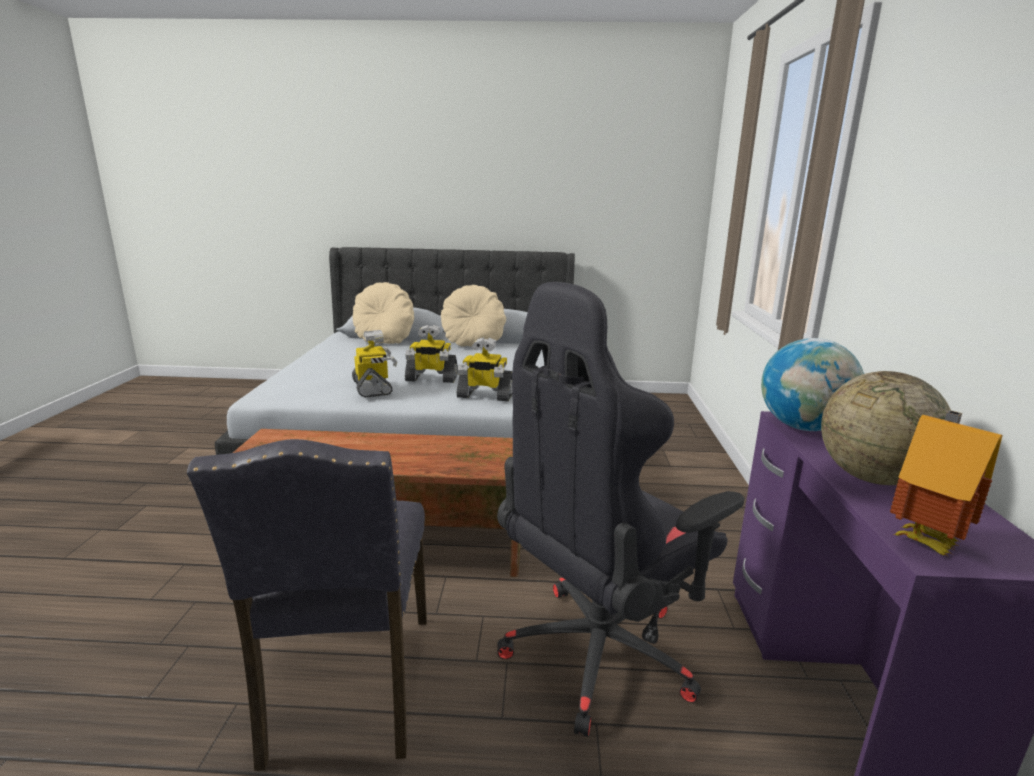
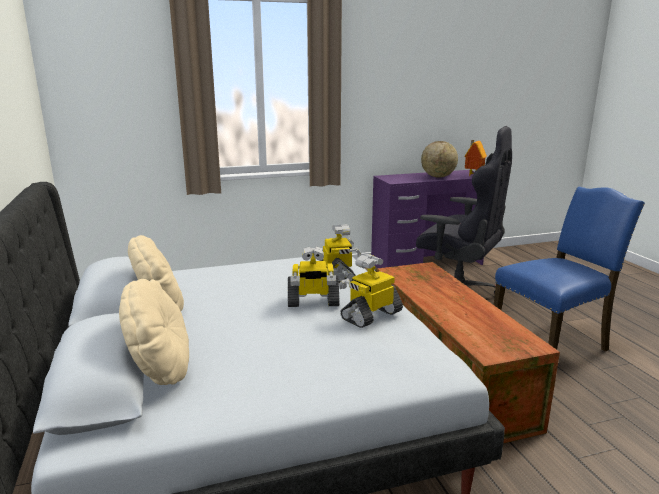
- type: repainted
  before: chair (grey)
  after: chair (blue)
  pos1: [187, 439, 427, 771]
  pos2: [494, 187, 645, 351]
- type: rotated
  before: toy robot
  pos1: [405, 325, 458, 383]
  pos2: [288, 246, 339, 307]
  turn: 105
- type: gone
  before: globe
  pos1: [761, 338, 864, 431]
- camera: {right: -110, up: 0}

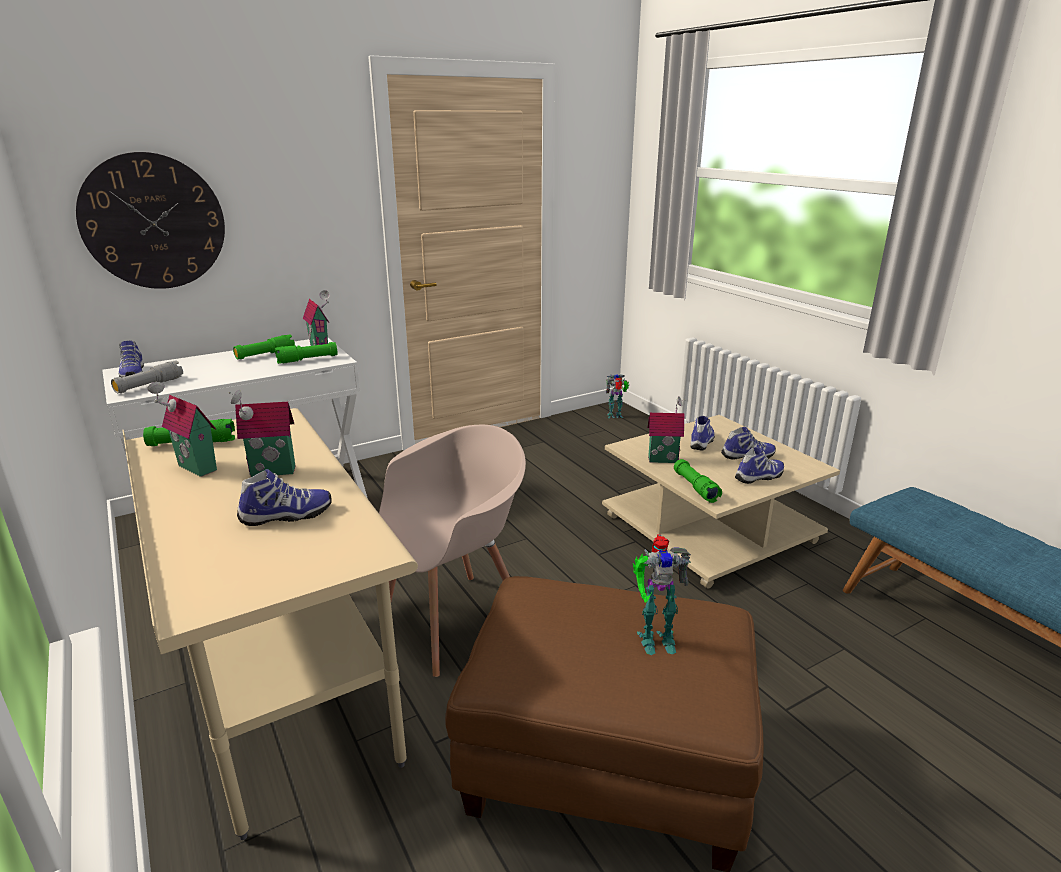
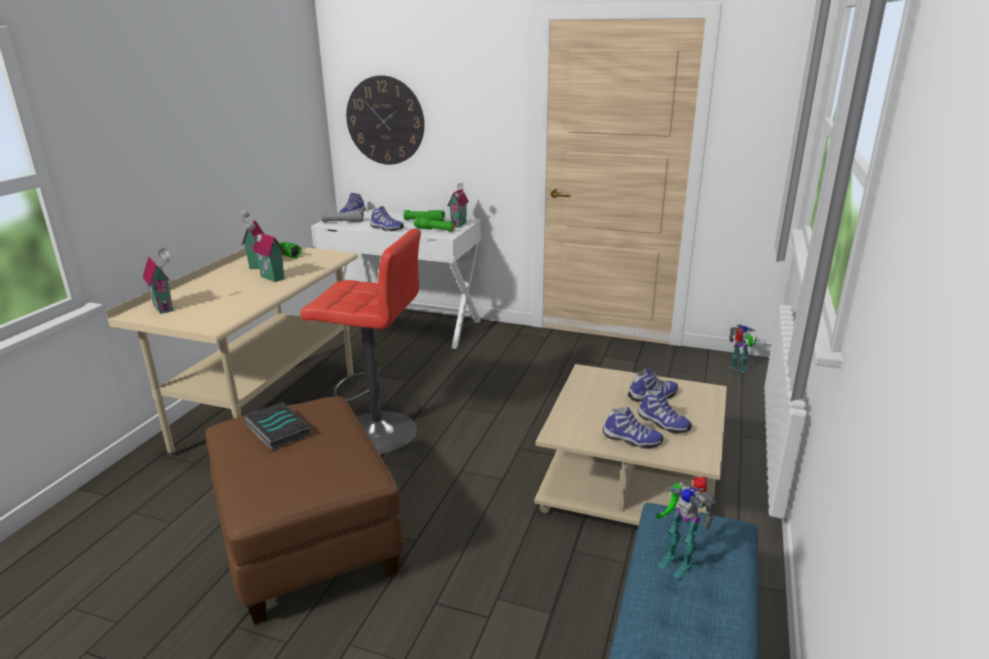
- type: shifted
  before: shoe
  pos1: [237, 469, 332, 526]
  pos2: [370, 206, 404, 231]
- type: swapped
  before: chair (beige)
  after: stool (red)
  pos1: [379, 425, 526, 677]
  pos2: [300, 229, 421, 454]
- type: shifted
  before: toy robot
  pos1: [633, 534, 691, 655]
  pos2: [656, 476, 717, 579]
- type: shifted
  before: toy house
  pos1: [647, 396, 685, 463]
  pos2: [142, 248, 173, 314]
- type: gone
  before: flashlight (green)
  pos1: [674, 459, 722, 503]
- type: new
  after: book
  pos2: [244, 402, 310, 450]
- camera: {right: 50, up: 0}

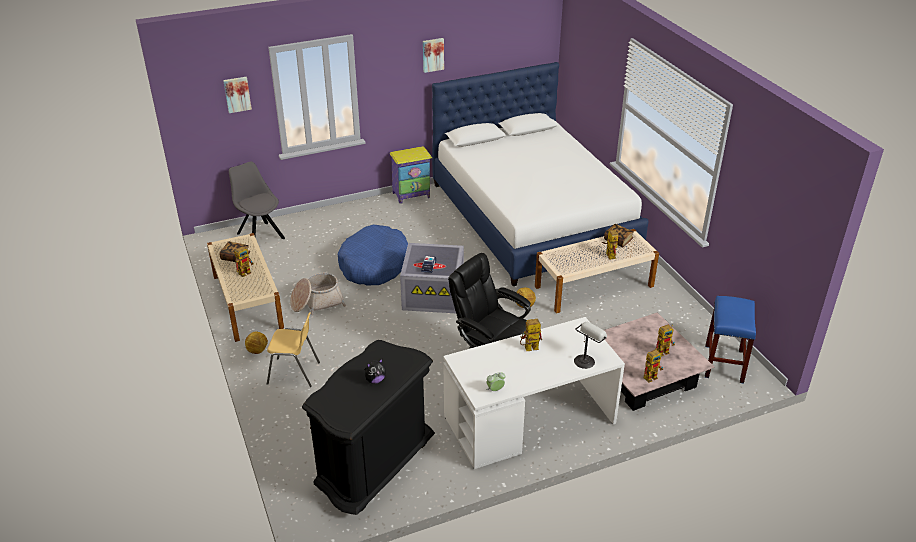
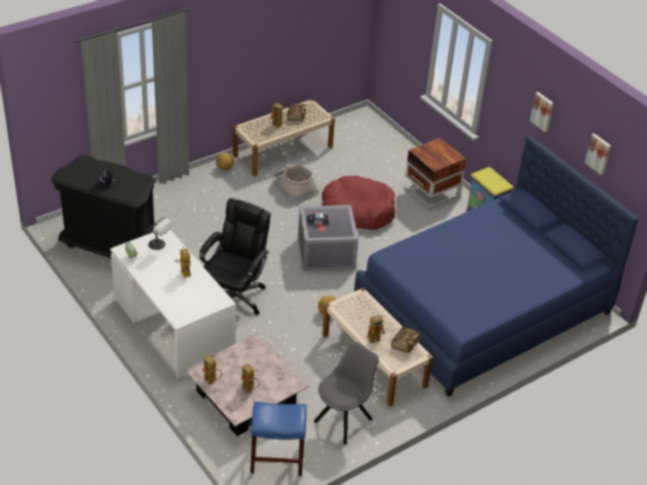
- type: shifted
  before: picture
  pos1: [223, 77, 252, 113]
  pos2: [585, 134, 611, 175]
- type: shifted
  before: chair (grey)
  pos1: [229, 161, 285, 239]
  pos2: [314, 342, 379, 444]
- type: gone
  before: chair (yellow)
  pos1: [267, 312, 320, 387]
- type: repainted
  before: dog bed (blue)
  after: dog bed (red)
  pos1: [338, 224, 408, 286]
  pos2: [322, 175, 395, 229]
- type: repainted
  before: bed (white)
  after: bed (blue)
  pos1: [432, 62, 649, 286]
  pos2: [354, 136, 639, 397]
- type: shifted
  before: table lamp
  pos1: [574, 322, 607, 369]
  pos2: [148, 217, 173, 250]
- type: new
  after: nightstand
  pos2: [404, 138, 466, 211]
- camera: {right: 75, up: 5}

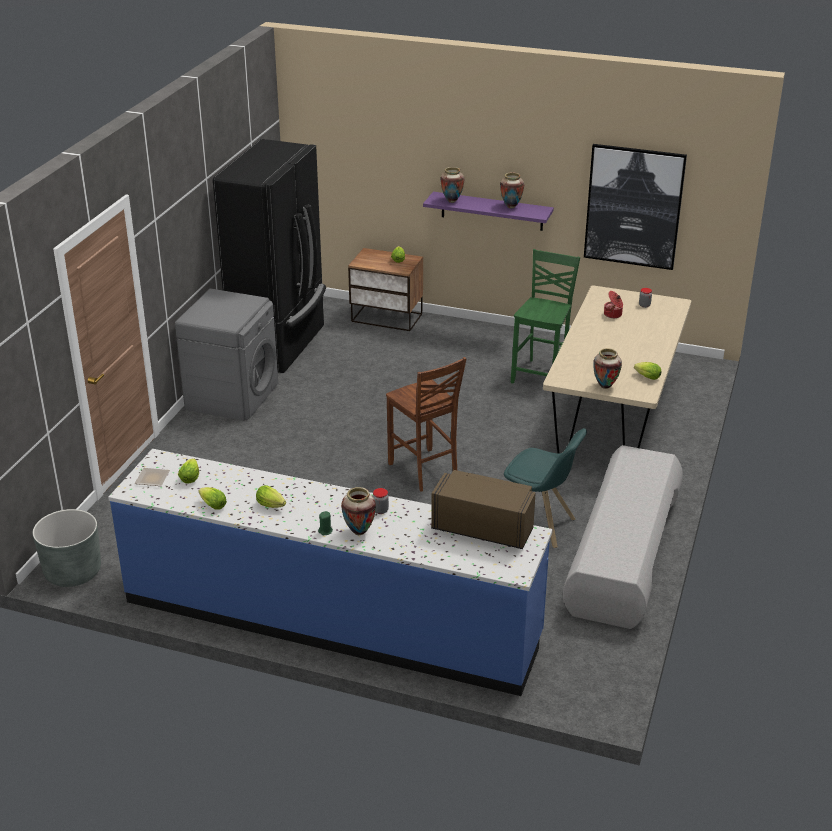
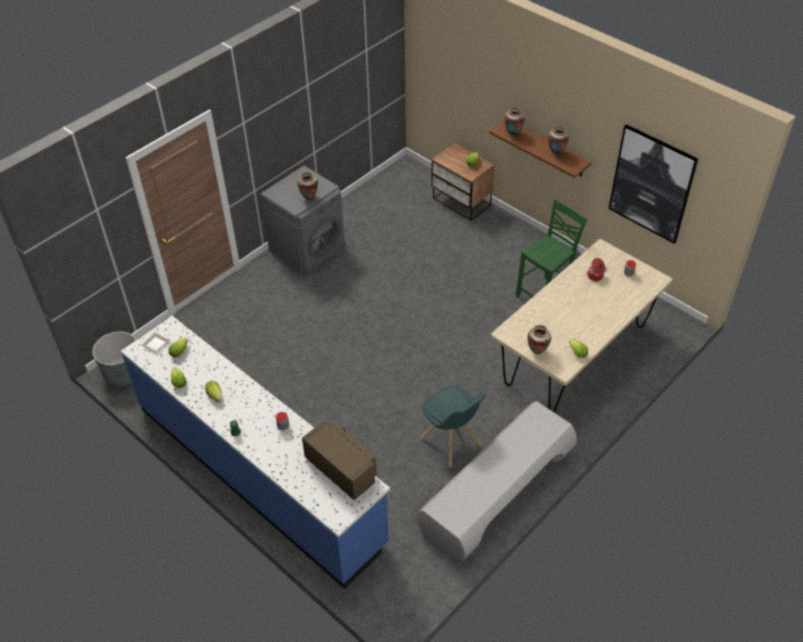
- type: gone
  before: fridge (black)
  pos1: [213, 139, 326, 373]
- type: shifted
  before: vase
  pos1: [341, 487, 376, 535]
  pos2: [297, 172, 318, 200]
- type: gone
  before: chair (brown)
  pos1: [386, 357, 467, 492]
- type: repainted
  before: shelf (purple)
  after: shelf (brown)
  pos1: [423, 192, 554, 231]
  pos2: [489, 120, 591, 178]
- camera: {right: 25, up: 15}

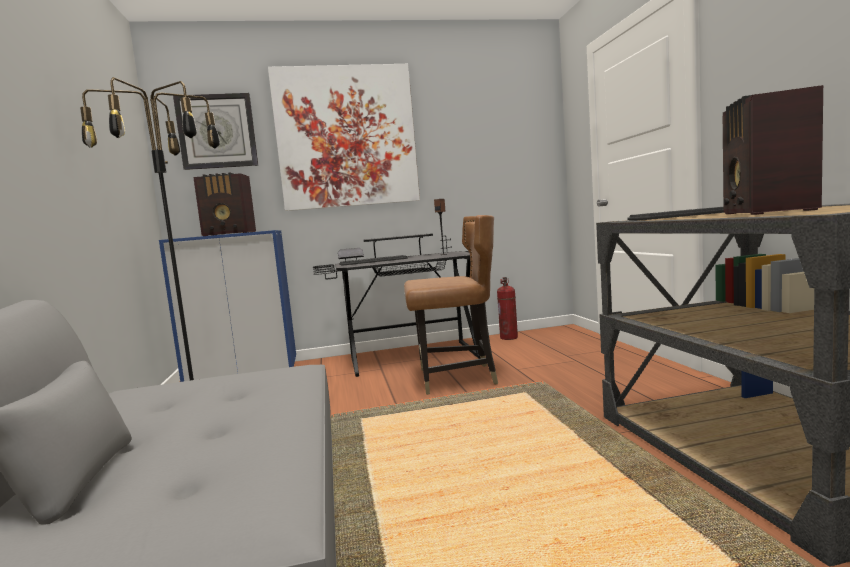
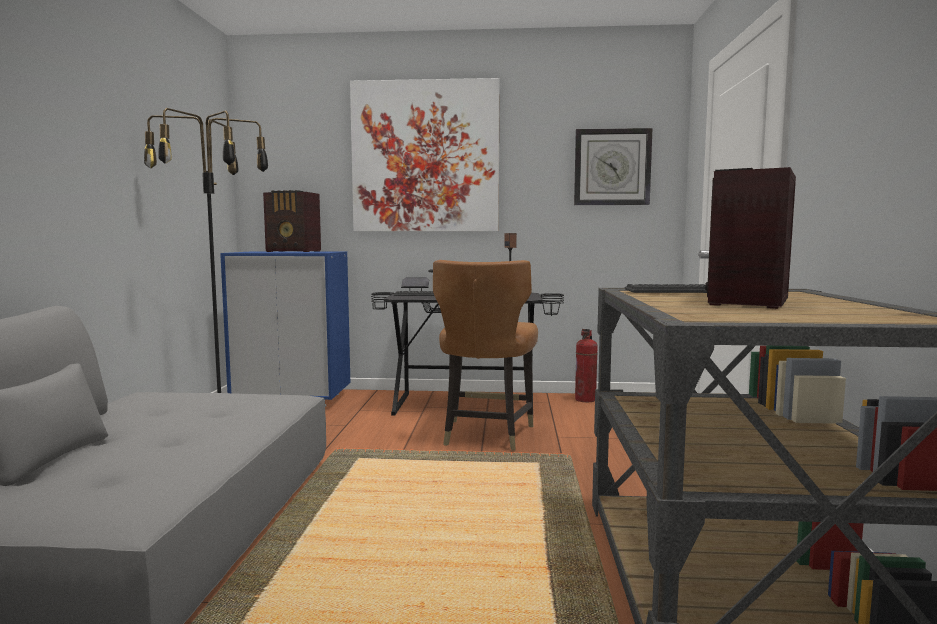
- type: shifted
  before: wall clock
  pos1: [173, 93, 259, 170]
  pos2: [574, 128, 652, 205]
- type: rotated
  before: chair (brown)
  pos1: [404, 215, 498, 395]
  pos2: [433, 260, 538, 451]
  turn: 90
- camera: {right: 15, up: 0}

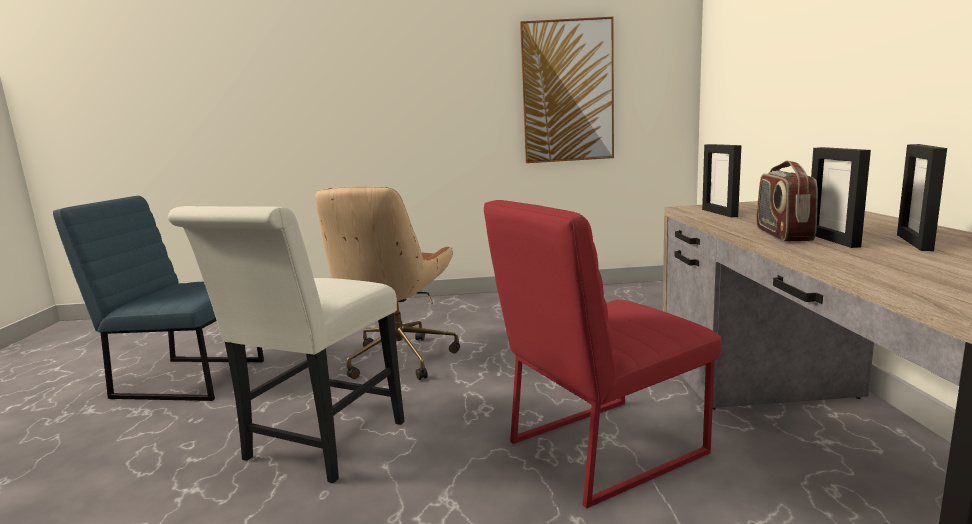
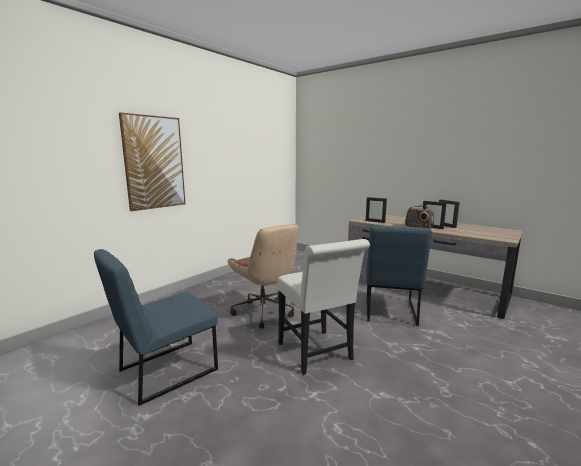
- type: repainted
  before: chair (red)
  after: chair (blue)
  pos1: [484, 200, 722, 508]
  pos2: [366, 226, 432, 326]
- type: shifted
  before: picture
  pos1: [520, 17, 614, 163]
  pos2: [119, 112, 186, 211]
- camera: {right: -50, up: 0}

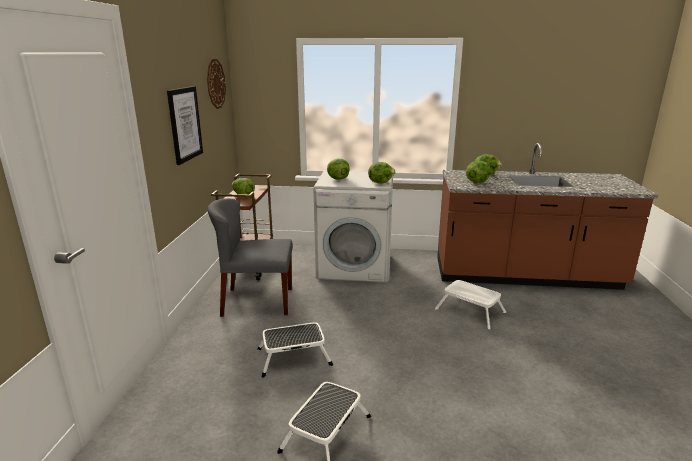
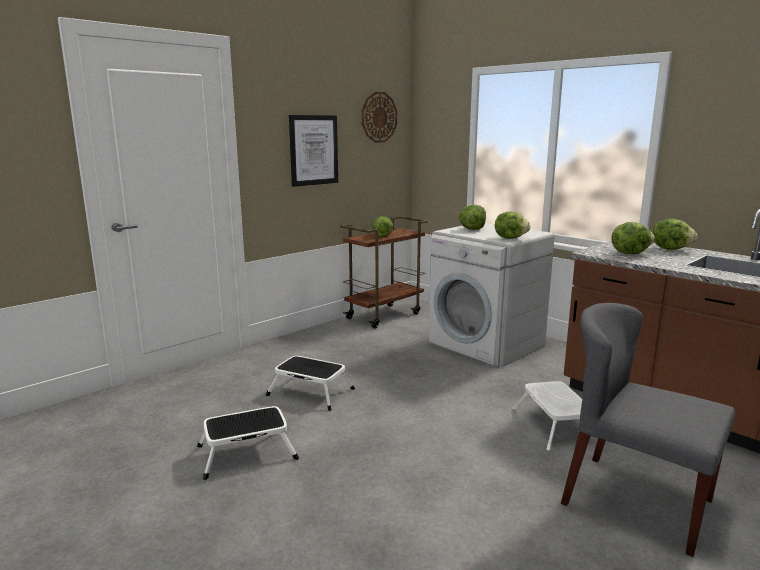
- type: shifted
  before: chair (grey)
  pos1: [208, 198, 293, 317]
  pos2: [561, 303, 735, 557]
- camera: {right: 40, up: -5}

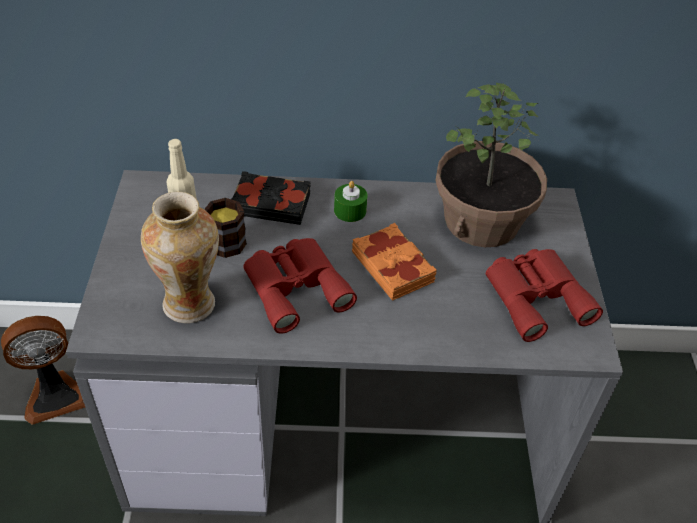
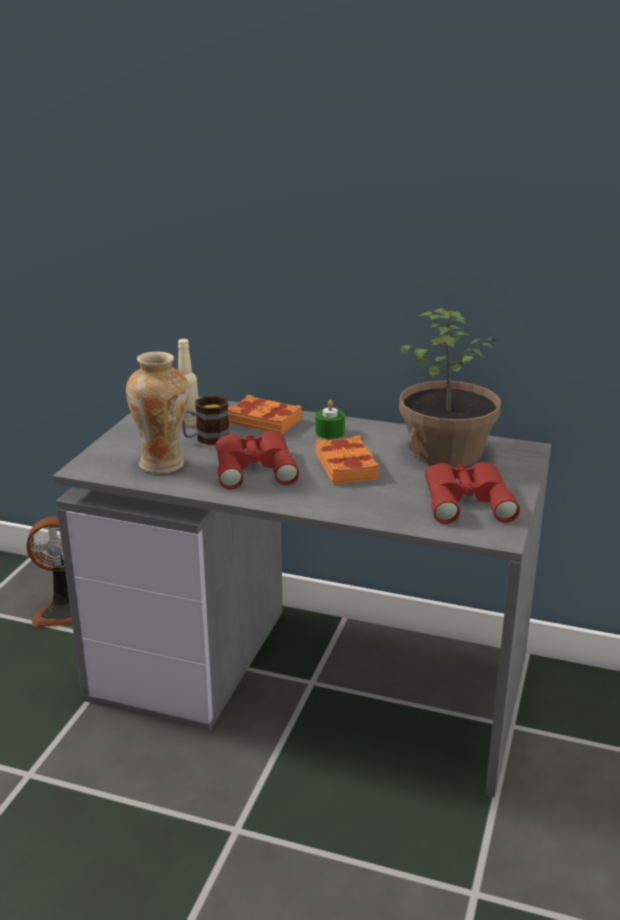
- type: repainted
  before: book (black)
  after: book (orange)
  pos1: [231, 171, 311, 225]
  pos2: [228, 395, 301, 435]
- camera: {right: 20, up: -20}

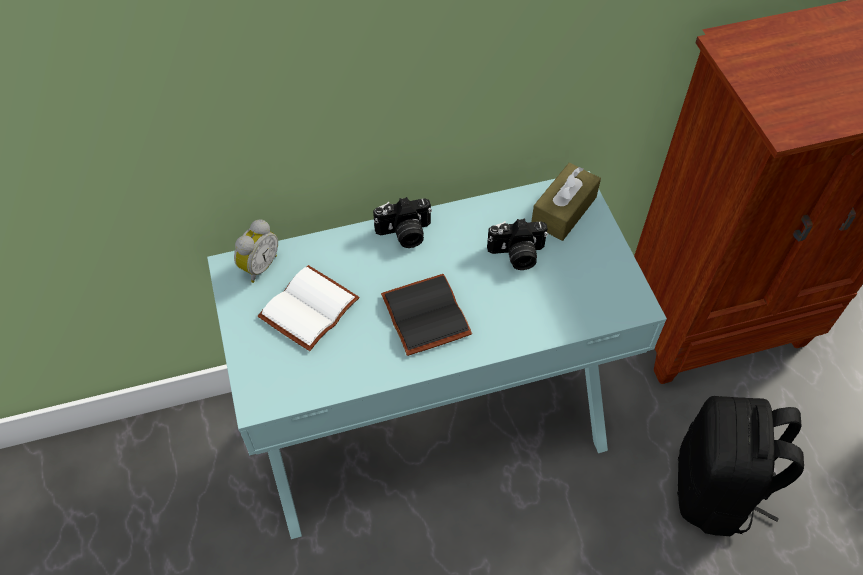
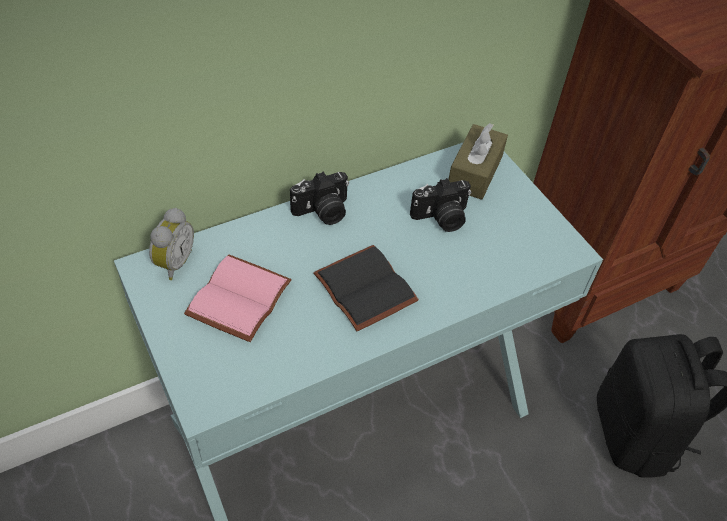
- type: repainted
  before: book (white)
  after: book (pink)
  pos1: [258, 265, 360, 351]
  pos2: [184, 254, 292, 342]
- camera: {right: -15, up: -5}

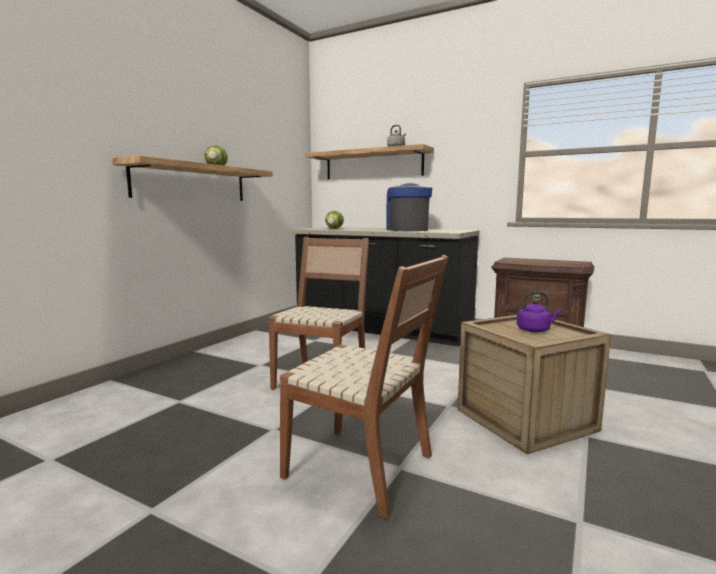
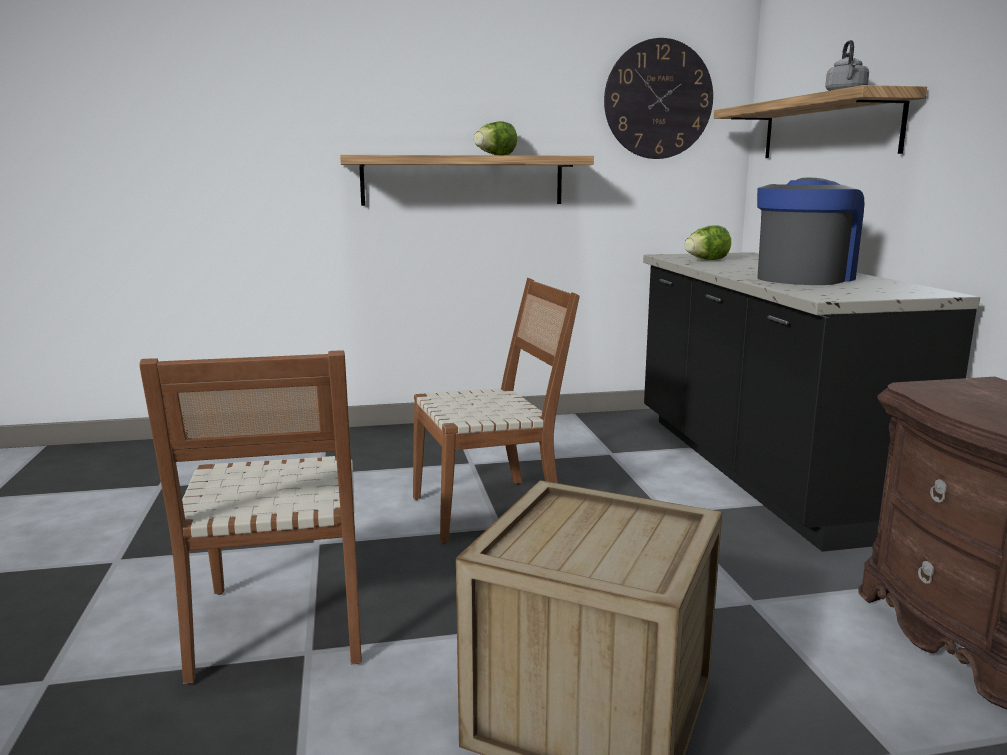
- type: gone
  before: kettle (purple)
  pos1: [517, 292, 561, 332]
- type: new
  after: wall clock
  pos2: [604, 38, 713, 159]
- camera: {right: 50, up: 5}

